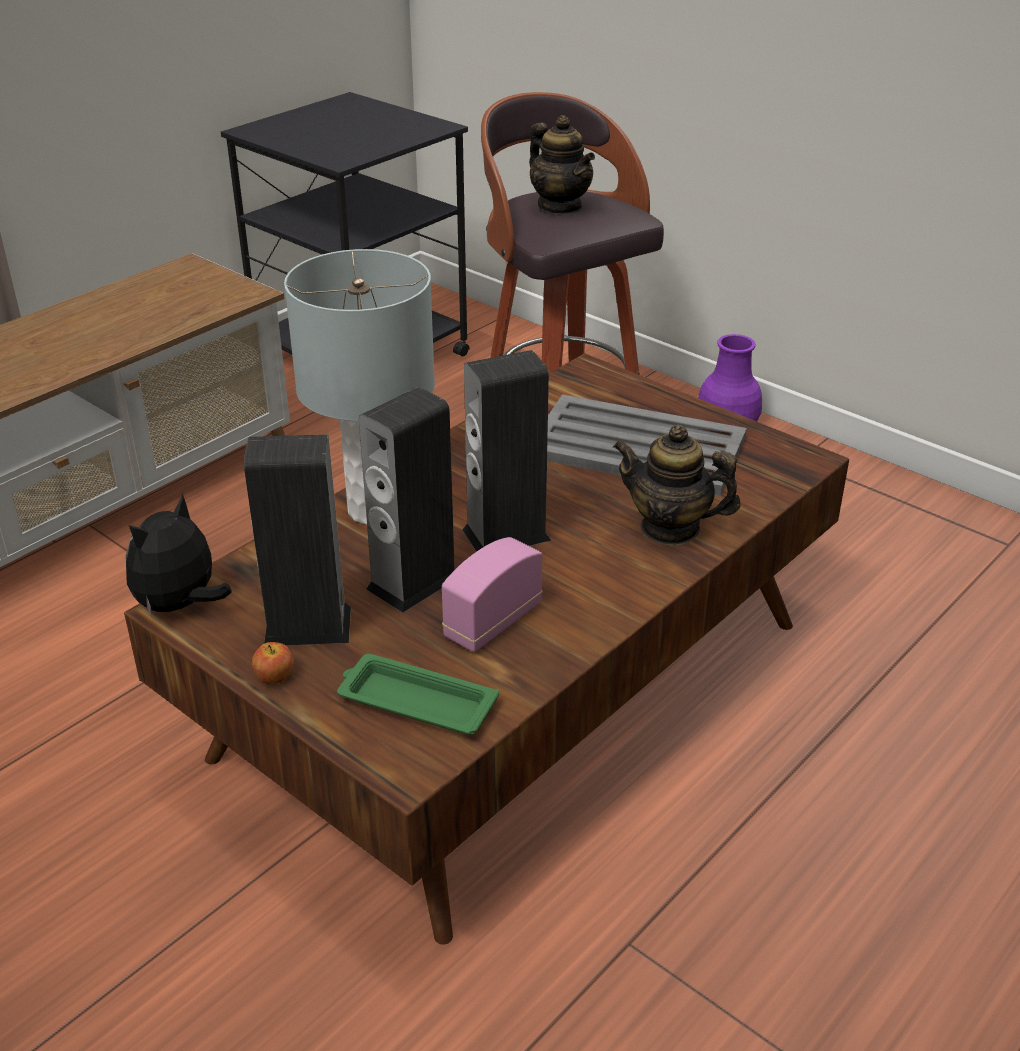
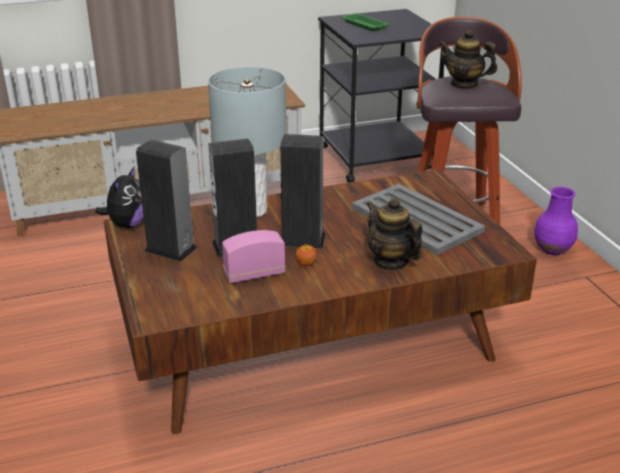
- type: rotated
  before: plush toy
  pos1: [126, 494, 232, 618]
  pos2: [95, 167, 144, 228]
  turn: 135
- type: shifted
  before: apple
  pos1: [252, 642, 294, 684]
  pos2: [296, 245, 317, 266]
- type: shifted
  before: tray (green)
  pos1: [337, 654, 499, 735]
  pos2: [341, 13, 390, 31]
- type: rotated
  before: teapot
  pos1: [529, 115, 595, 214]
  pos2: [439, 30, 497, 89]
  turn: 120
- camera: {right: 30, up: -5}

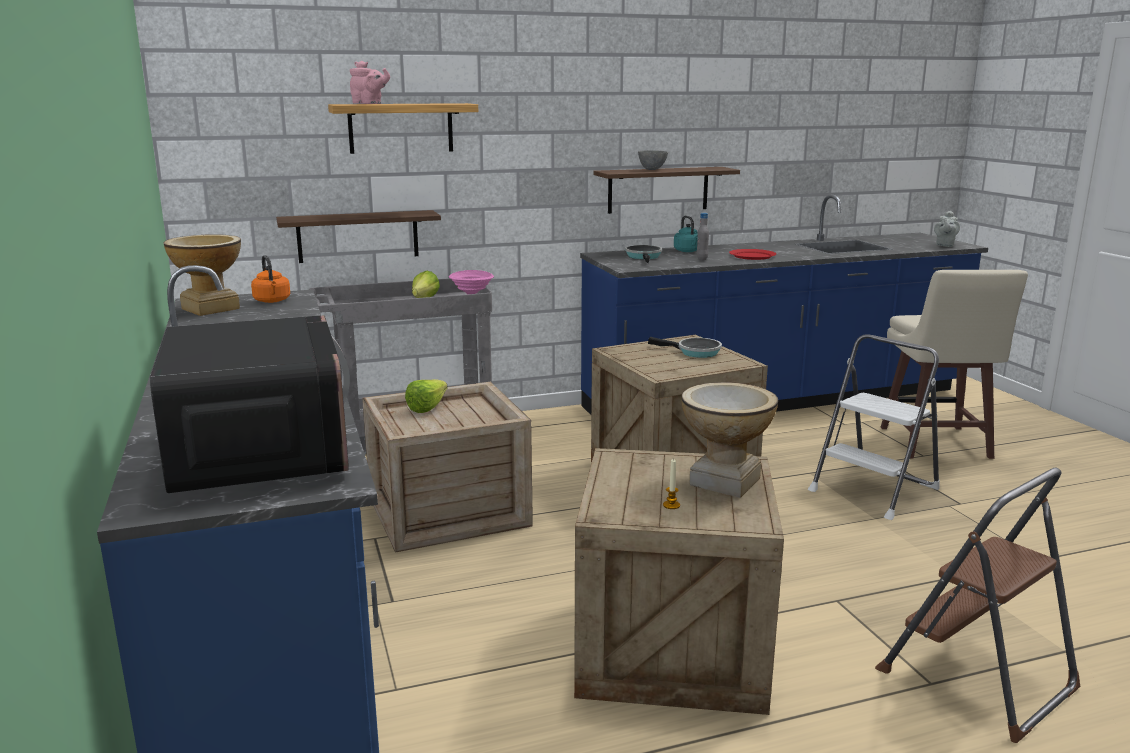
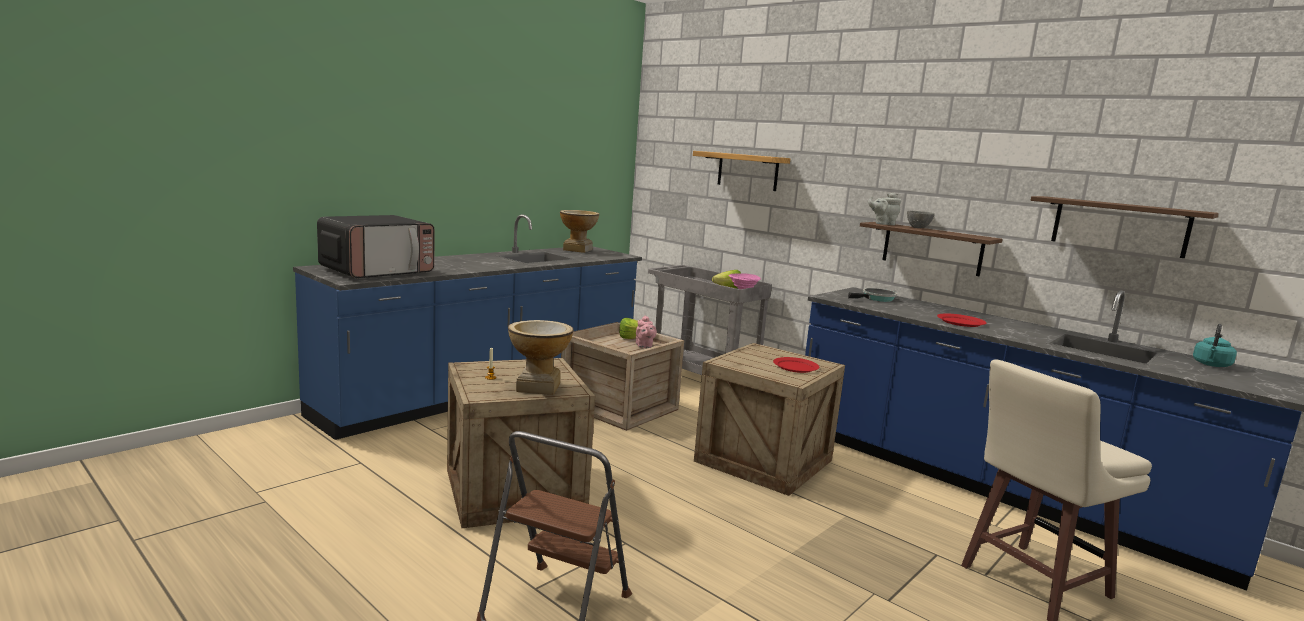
- type: gone
  before: kettle (orange)
  pos1: [251, 255, 290, 303]
- type: shifted
  before: shelf
  pos1: [276, 210, 441, 263]
  pos2: [1031, 196, 1219, 258]
- type: shifted
  before: teapot (pink)
  pos1: [350, 61, 390, 104]
  pos2: [636, 316, 657, 348]
- type: swapped
  before: frying pan
  after: plate (red)
  pos1: [648, 337, 722, 358]
  pos2: [773, 357, 819, 373]
- type: shifted
  before: kettle (turquoise)
  pos1: [674, 216, 698, 252]
  pos2: [1193, 324, 1237, 367]
- type: gone
  before: bottle (grey)
  pos1: [697, 213, 709, 261]
- type: gone
  before: step ladder (white)
  pos1: [808, 334, 940, 520]
- type: shifted
  before: teapot (grey)
  pos1: [934, 211, 960, 247]
  pos2: [868, 193, 901, 225]
- camera: {right: 60, up: -5}

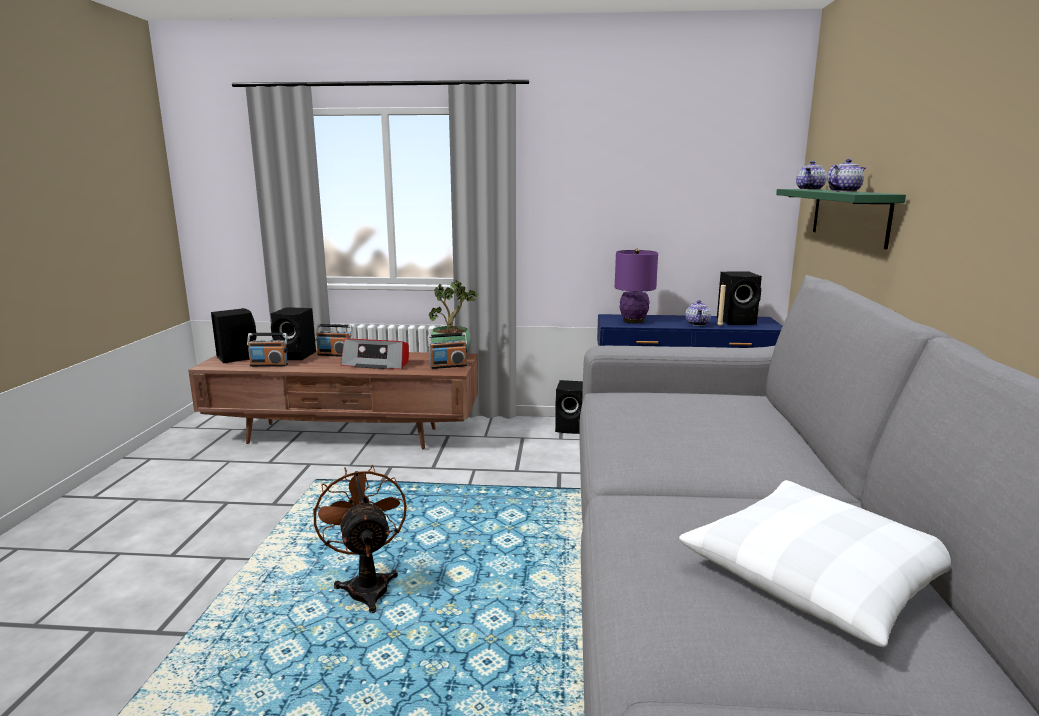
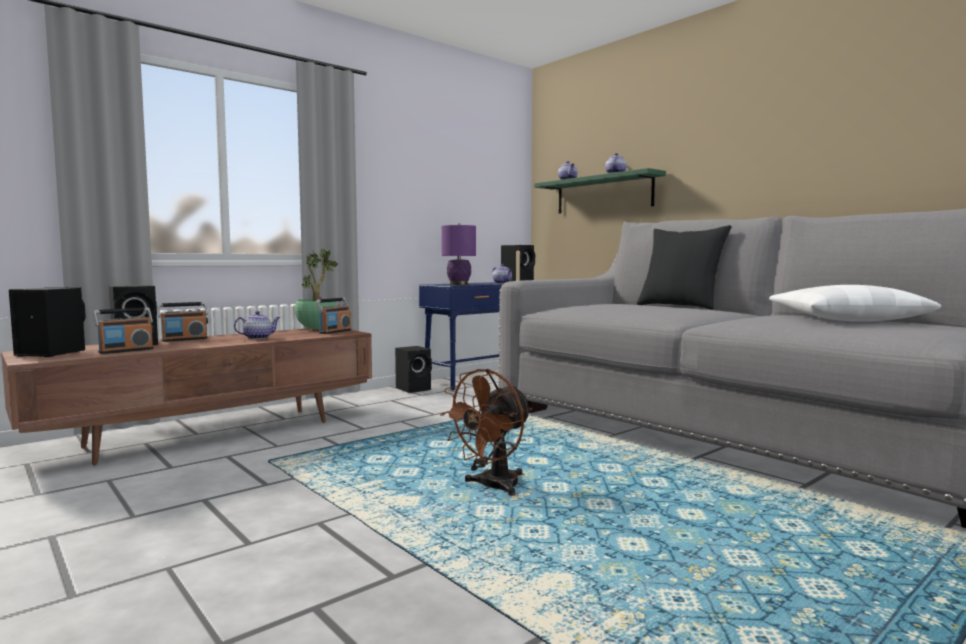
- type: rotated
  before: fan (brown)
  pos1: [313, 465, 407, 613]
  pos2: [440, 369, 532, 496]
  turn: -75
- type: swapped
  before: radio
  after: teapot
  pos1: [341, 338, 409, 369]
  pos2: [234, 311, 280, 339]
- type: new
  after: pillow (black)
  pos2: [637, 225, 732, 310]
- camera: {right: -45, up: -10}

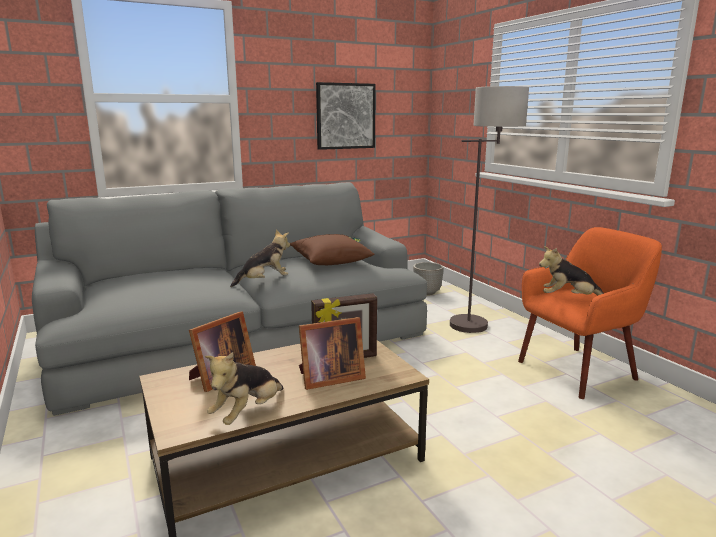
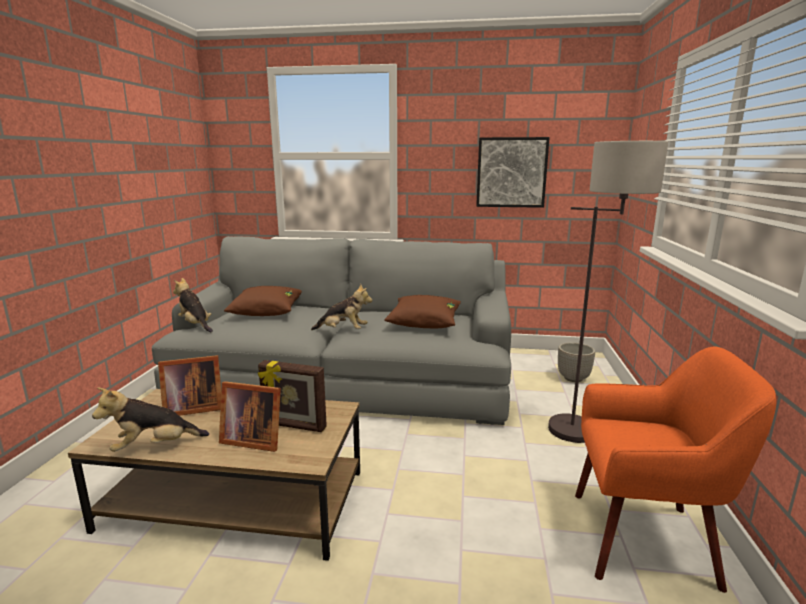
- type: shifted
  before: plush toy
  pos1: [539, 246, 604, 296]
  pos2: [173, 278, 213, 332]
- type: new
  after: pillow (brown)
  pos2: [224, 286, 302, 316]
- camera: {right: 35, up: 0}

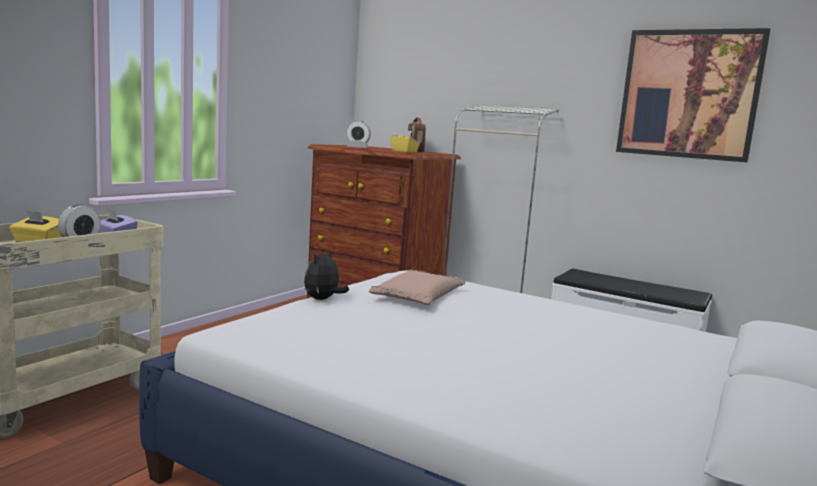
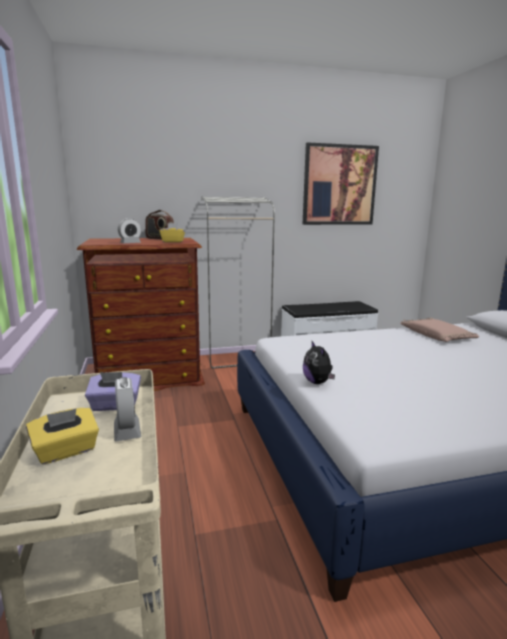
- type: shifted
  before: pillow (beige)
  pos1: [369, 268, 465, 305]
  pos2: [400, 318, 479, 342]
- camera: {right: -45, up: 5}

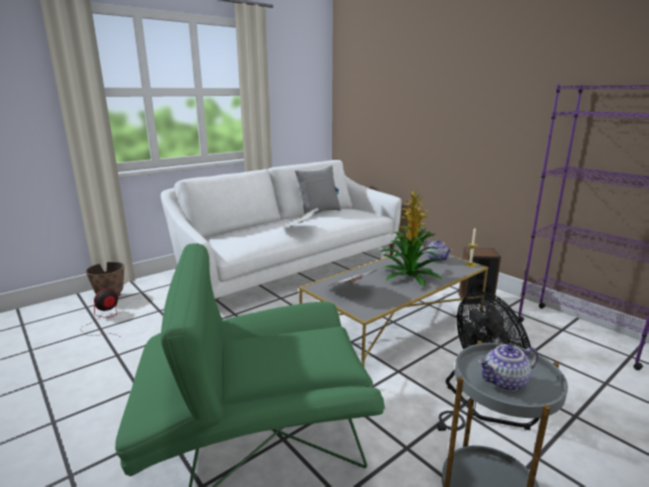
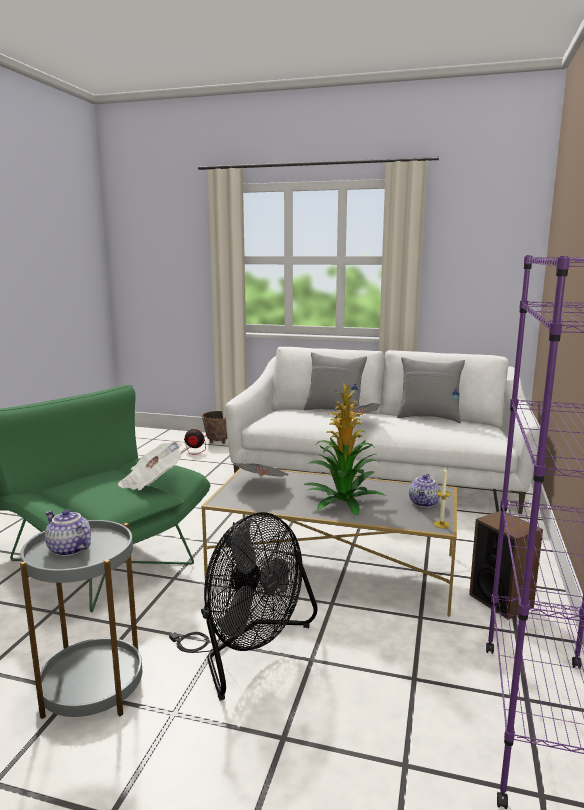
- type: new
  after: newspaper
  pos2: [118, 442, 181, 490]
- type: new
  after: pillow (grey)
  pos2: [304, 352, 367, 417]
- camera: {right: 55, up: -5}

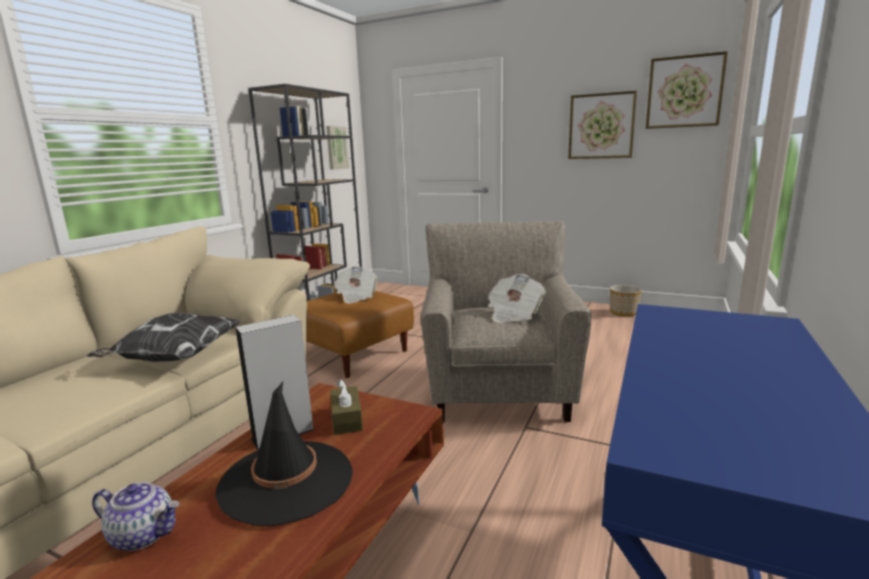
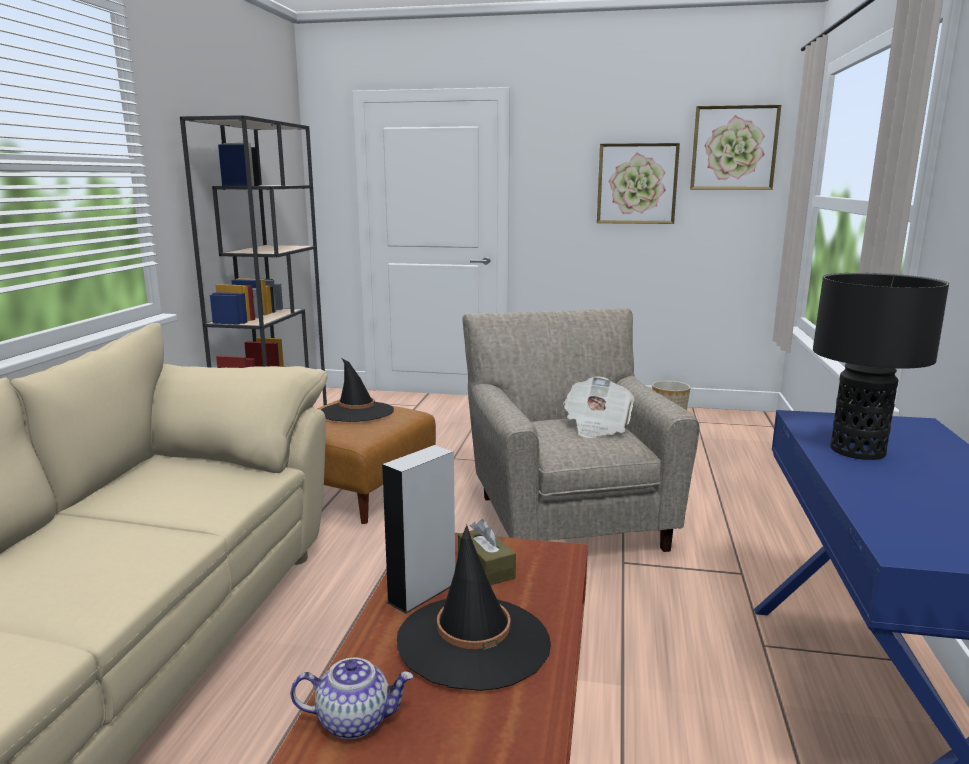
- type: gone
  before: pillow
  pos1: [87, 313, 241, 362]
- type: gone
  before: picture
  pos1: [326, 126, 349, 169]
- type: swapped
  before: newspaper
  after: hat (black)
  pos1: [334, 266, 378, 304]
  pos2: [321, 358, 394, 422]
- type: new
  after: table lamp (black)
  pos2: [813, 273, 949, 460]
- camera: {right: -15, up: 0}

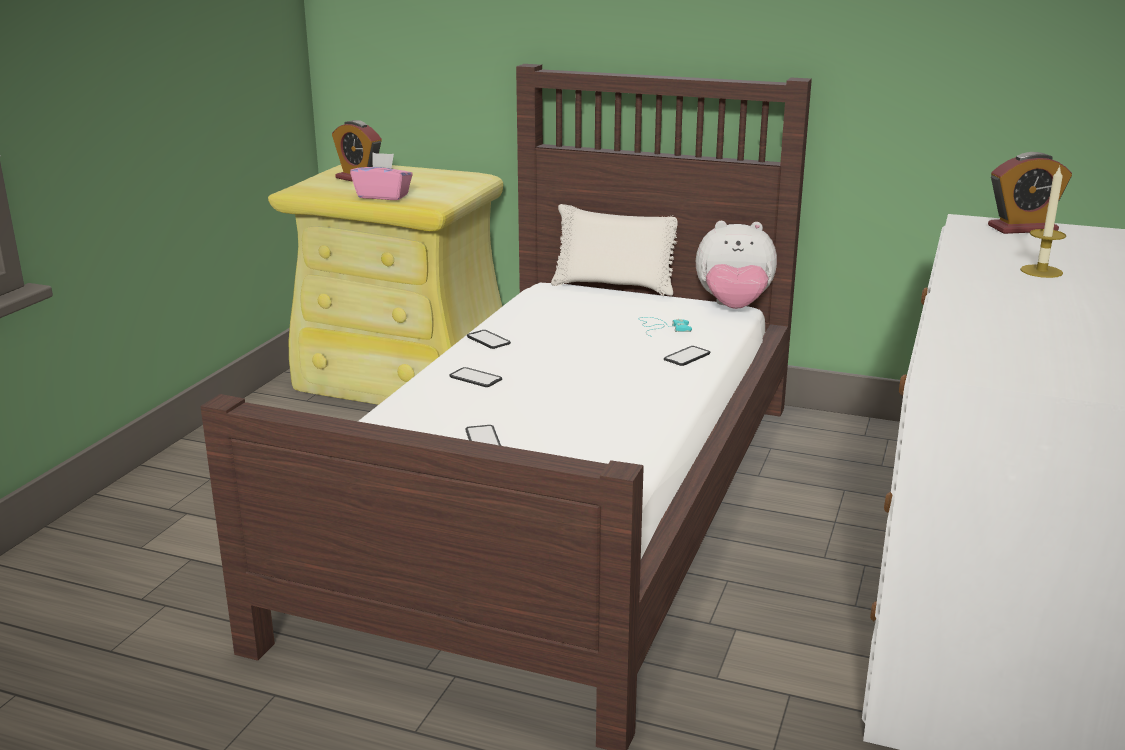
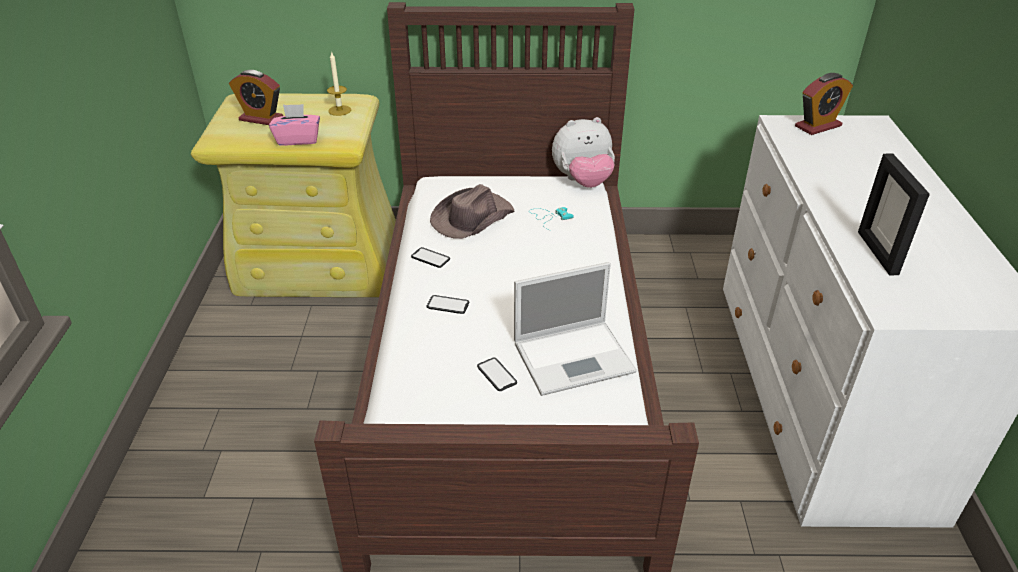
- type: gone
  before: pillow (white)
  pos1: [551, 204, 678, 296]
- type: gone
  before: phone
  pos1: [664, 346, 710, 366]
- type: shifted
  before: candle
  pos1: [1020, 166, 1066, 278]
  pos2: [327, 51, 351, 116]
- type: new
  after: hat (brown)
  pos2: [430, 184, 515, 239]
- type: new
  after: laptop
  pos2: [514, 262, 637, 396]
- type: new
  after: picture frame
  pos2: [858, 153, 930, 276]
- camera: {right: -20, up: 15}

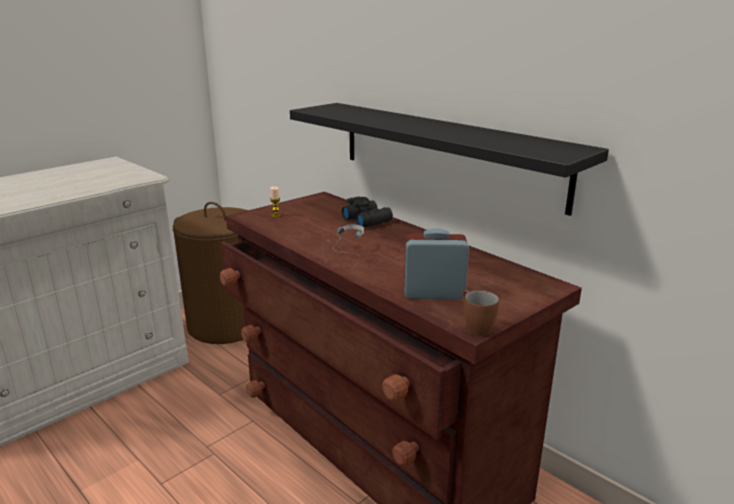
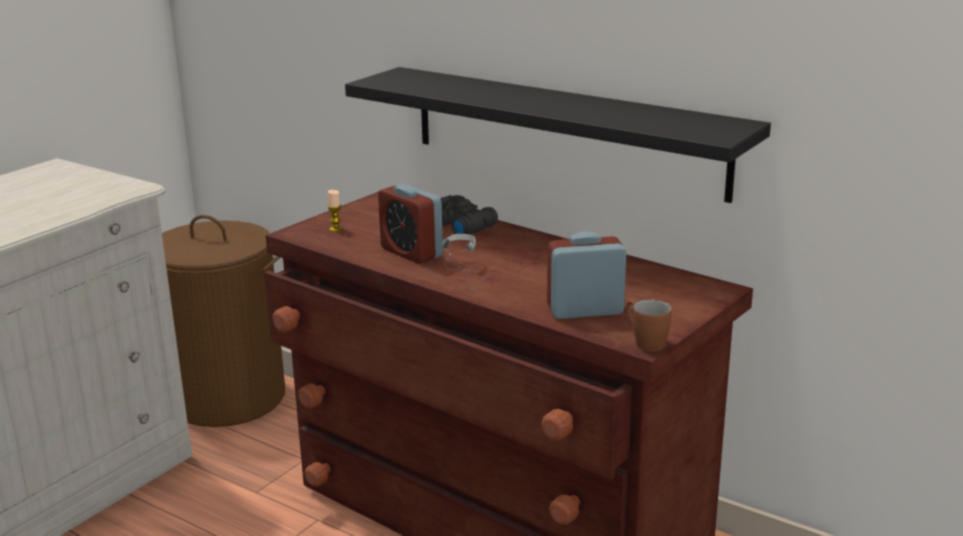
- type: new
  after: alarm clock
  pos2: [378, 183, 443, 264]
- camera: {right: -10, up: 0}

